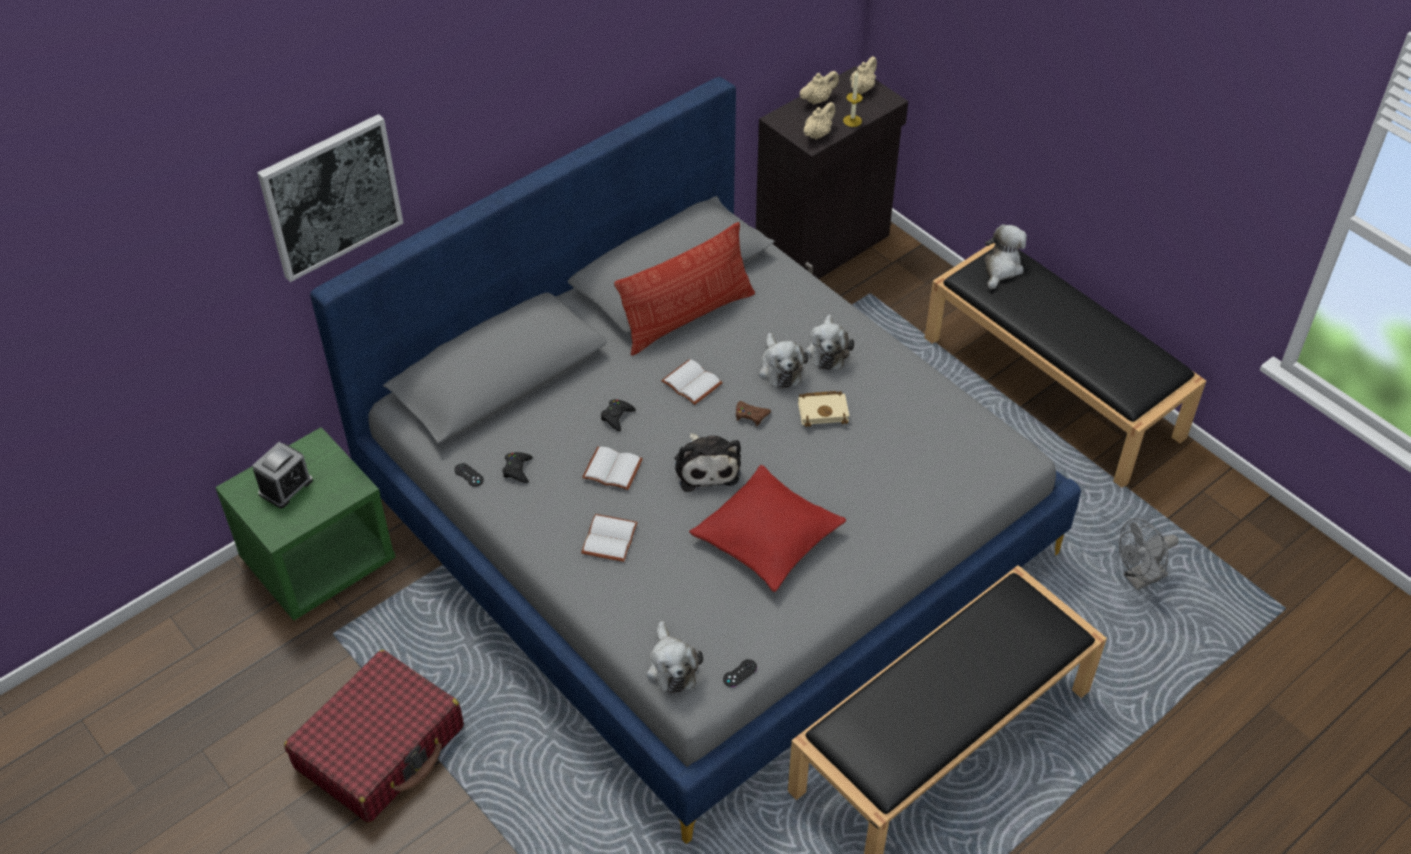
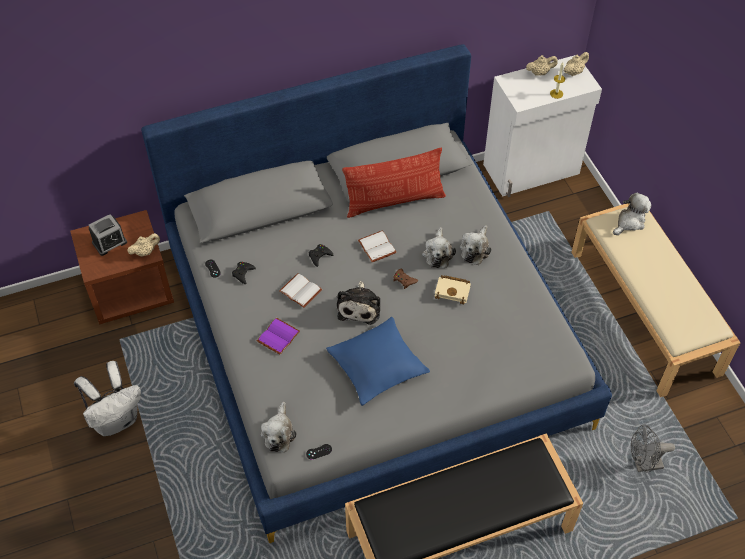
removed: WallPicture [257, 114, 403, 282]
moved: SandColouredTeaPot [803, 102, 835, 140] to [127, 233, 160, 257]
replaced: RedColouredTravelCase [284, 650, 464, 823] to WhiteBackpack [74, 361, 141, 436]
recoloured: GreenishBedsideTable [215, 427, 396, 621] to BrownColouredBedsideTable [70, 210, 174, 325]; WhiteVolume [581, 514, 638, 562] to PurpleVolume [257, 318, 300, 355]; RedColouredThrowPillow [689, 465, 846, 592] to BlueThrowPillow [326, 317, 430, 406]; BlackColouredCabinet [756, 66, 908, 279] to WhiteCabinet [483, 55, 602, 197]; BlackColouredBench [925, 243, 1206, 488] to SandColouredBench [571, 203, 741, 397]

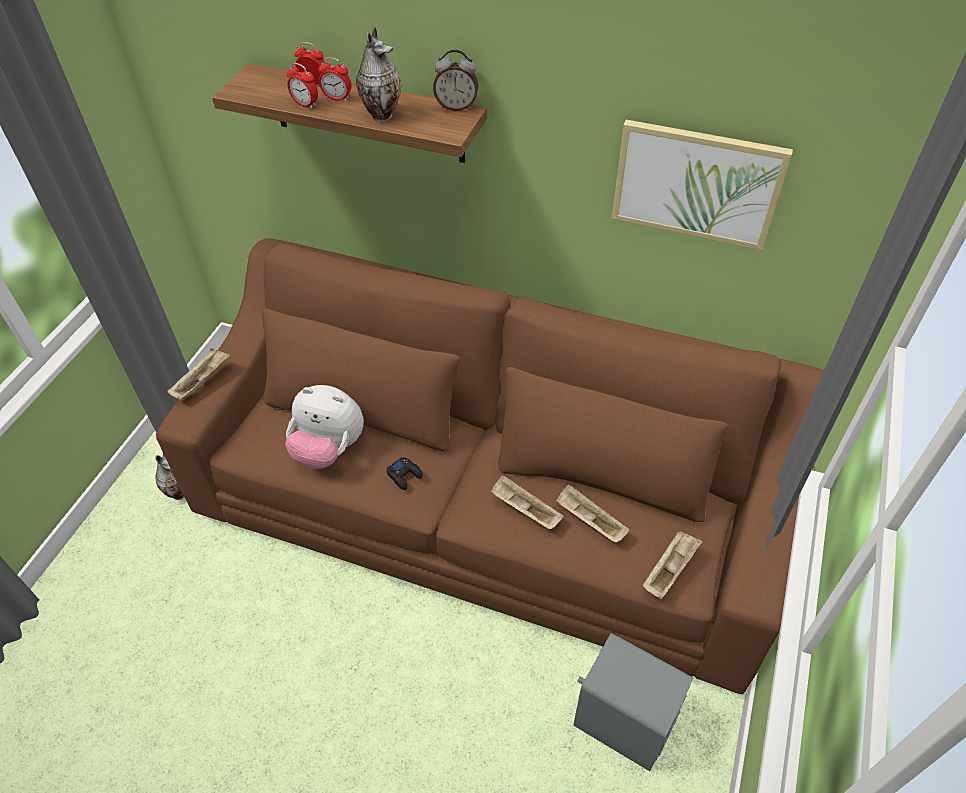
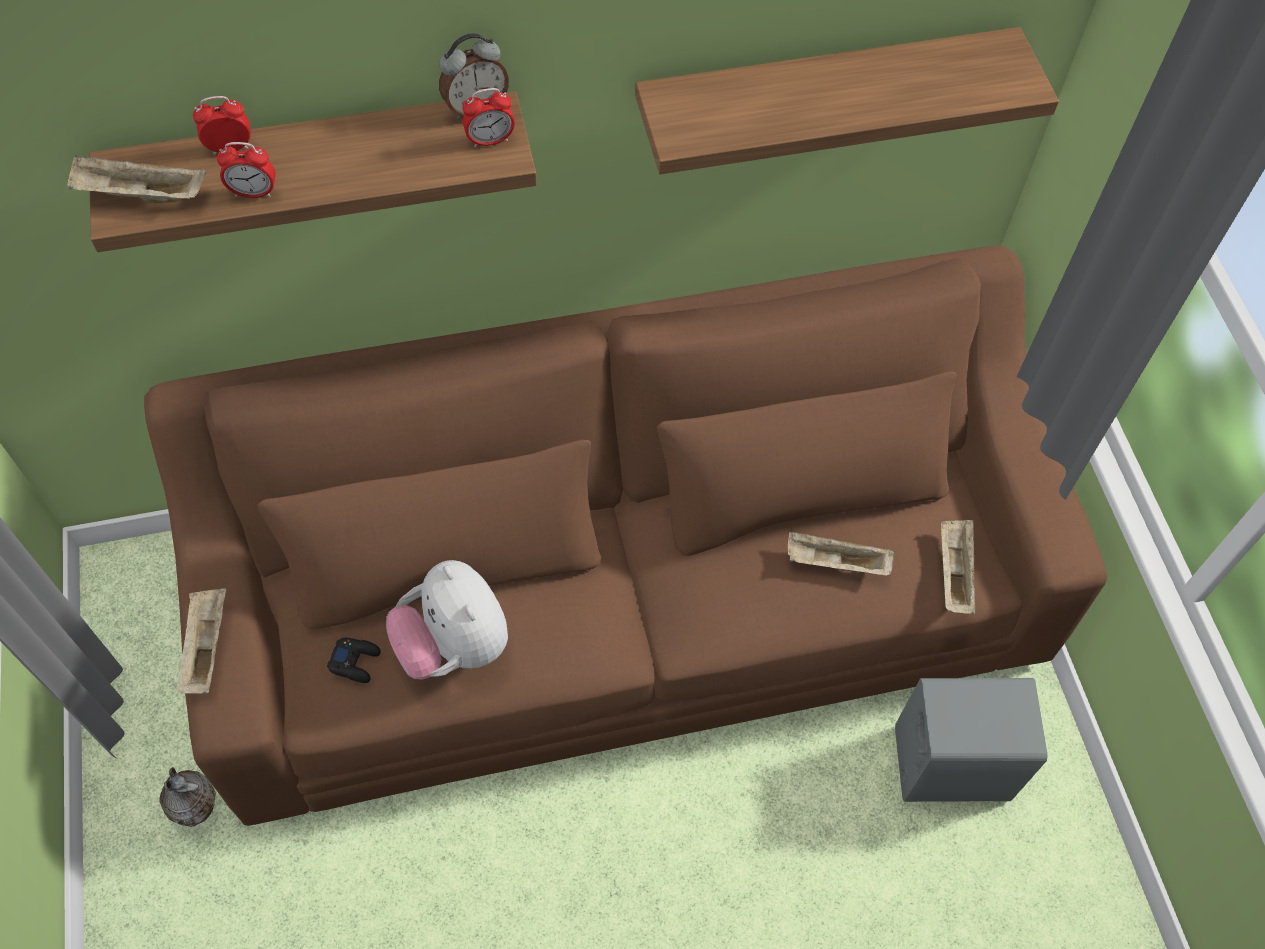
removed: FlowerVase [356, 27, 401, 122]
moved: BedsideClock [318, 57, 352, 102] to [462, 88, 515, 148]; BlackColouredGameController [387, 457, 423, 490] to [327, 638, 381, 683]; SandColouredServingTray [491, 475, 564, 529] to [67, 155, 206, 203]
replaced: WallPicture [612, 120, 793, 250] to BracketShelf [635, 27, 1059, 174]
turned: CuddlyToy [285, 385, 364, 469] = [386, 560, 508, 679] 75 degrees clockwise

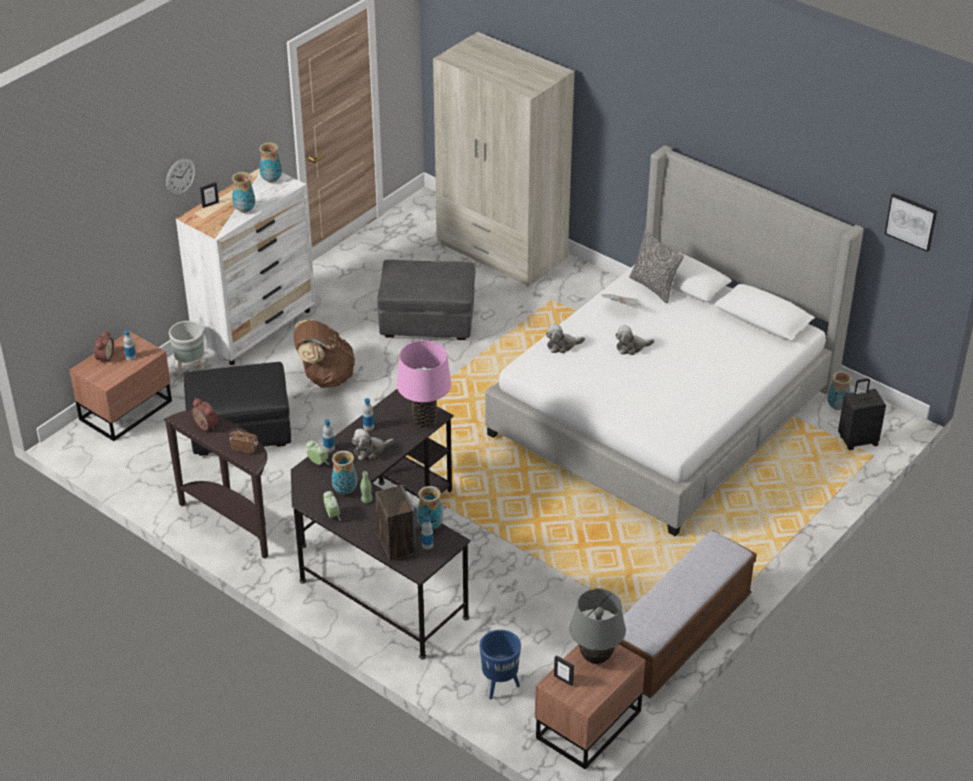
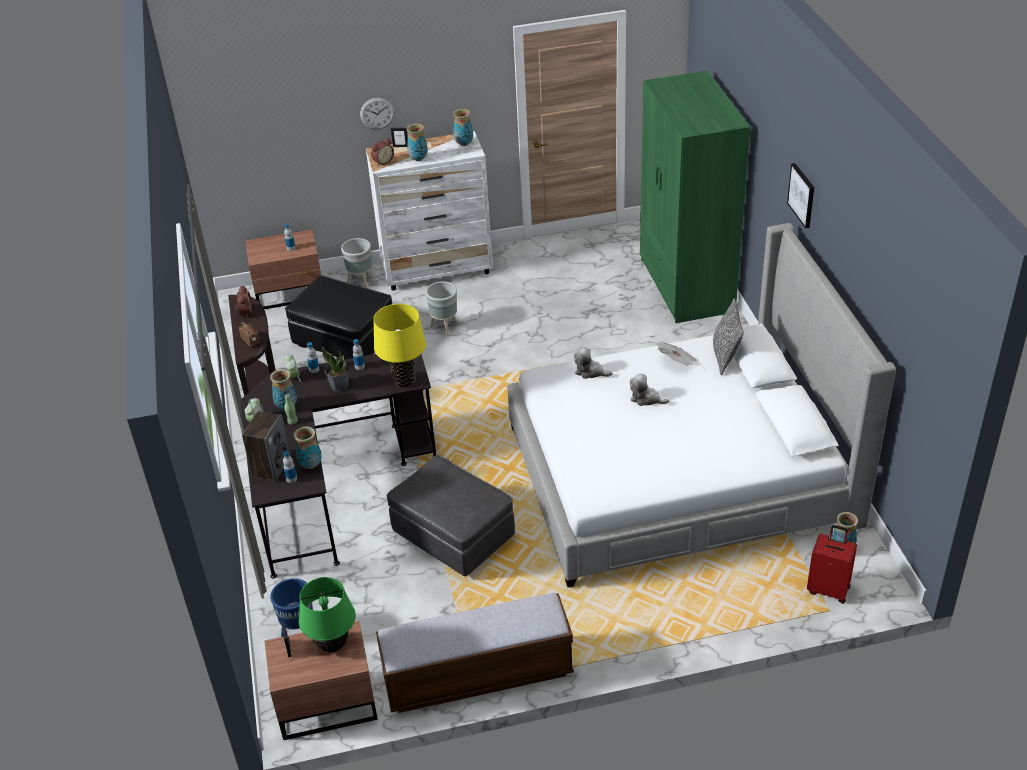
moved: BedsideClock [94, 330, 114, 364] to [371, 138, 394, 166]; GreyOttoman [377, 260, 475, 340] to [387, 455, 515, 576]; WallPicture [885, 193, 937, 252] to [787, 163, 814, 228]
replaced: BrownColouredBackpack [293, 320, 355, 388] to GreyPlanter [426, 281, 457, 336]; CuddlyToy [352, 429, 394, 460] to PlantInAPot [322, 347, 349, 392]
recoloured: PinkLampForATable [397, 340, 451, 428] to YellowishLampForATable [374, 304, 426, 388]; SandColouredArmoire [433, 32, 575, 287] to GreenishArmoire [640, 71, 750, 323]; GreyLampForATable [570, 588, 626, 664] to GreenishLampForATable [299, 577, 356, 652]; BlackColouredTravelCase [838, 378, 886, 450] to RedColouredTravelCase [807, 525, 857, 604]

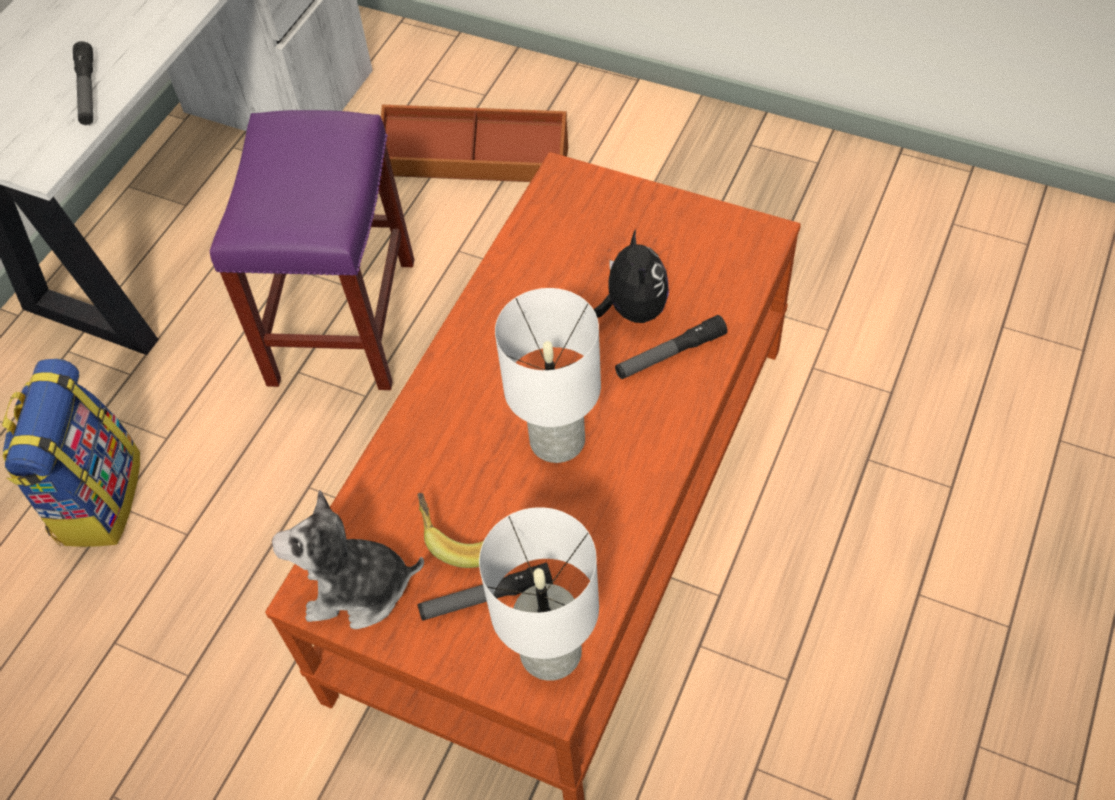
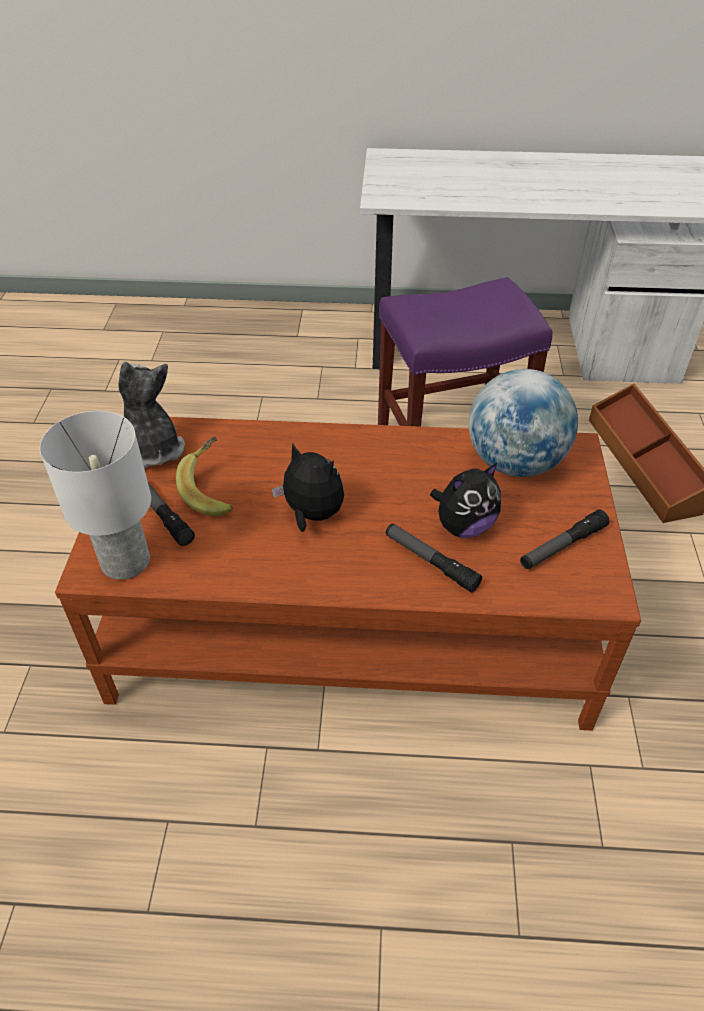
removed: Backpack [2, 359, 140, 547]
added: Globe [469, 369, 578, 477]
moved: Flashlight [73, 41, 93, 125] to [520, 509, 609, 569]
replaced: WhiteLampForATable [495, 288, 601, 463] to CuddlyToy [272, 443, 344, 532]

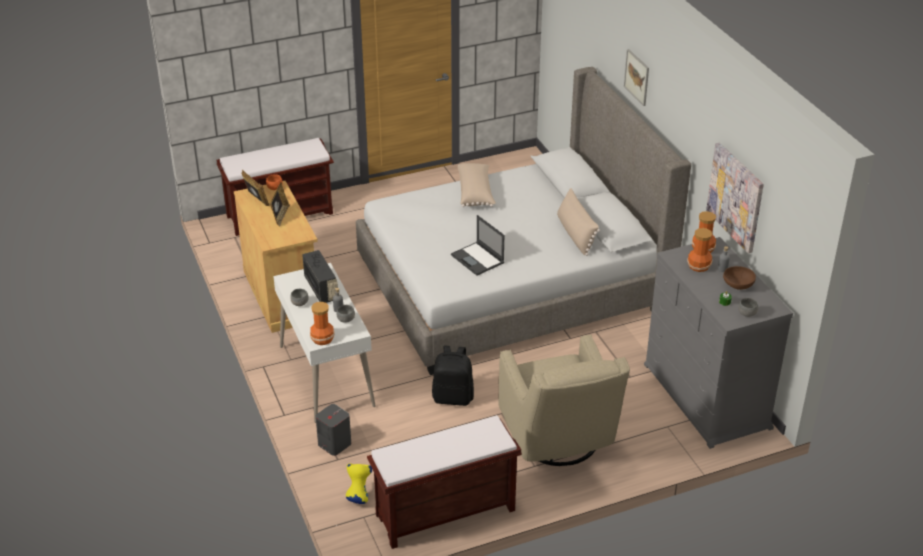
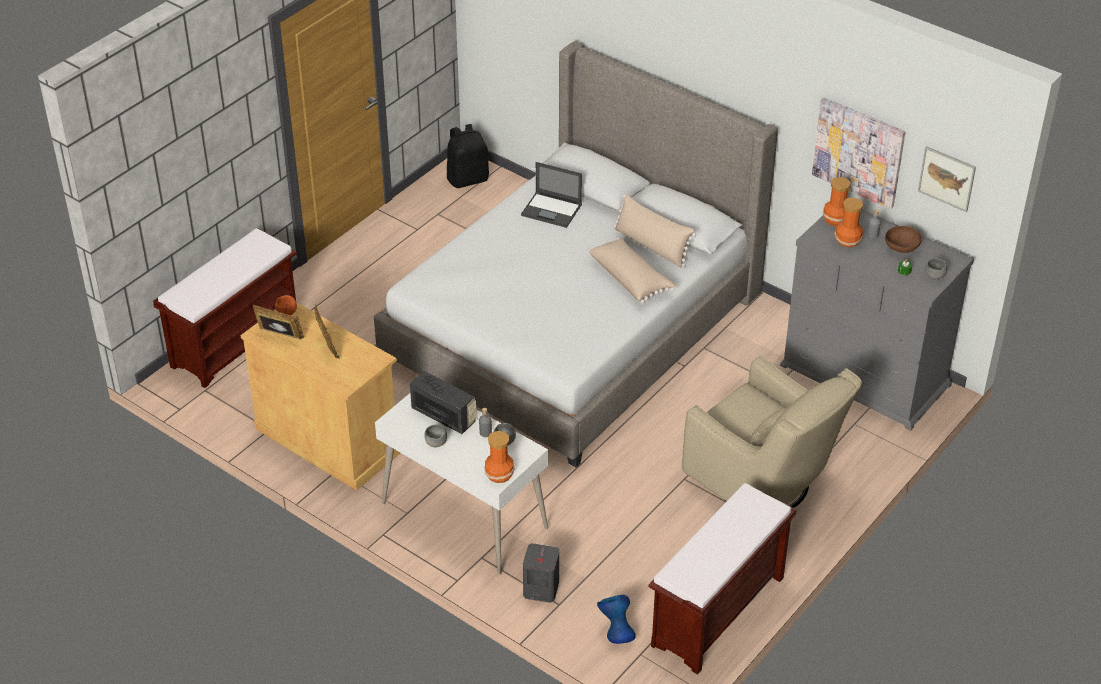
moved: BlackColouredBackpack [432, 346, 474, 406] to [447, 124, 489, 188]; NotebookComputer [451, 215, 504, 276] to [521, 162, 582, 228]; SandColouredThrowPillow [457, 163, 496, 207] to [588, 238, 676, 303]; WallPicture [624, 49, 649, 106] to [918, 146, 976, 212]
recoloured: YellowishFlowerVase [346, 463, 372, 504] to BlueFlowerVase [597, 595, 636, 644]

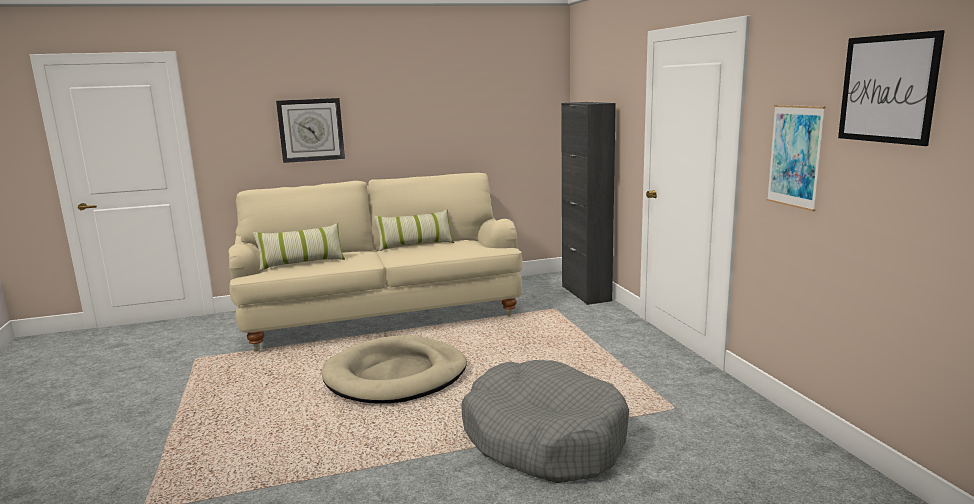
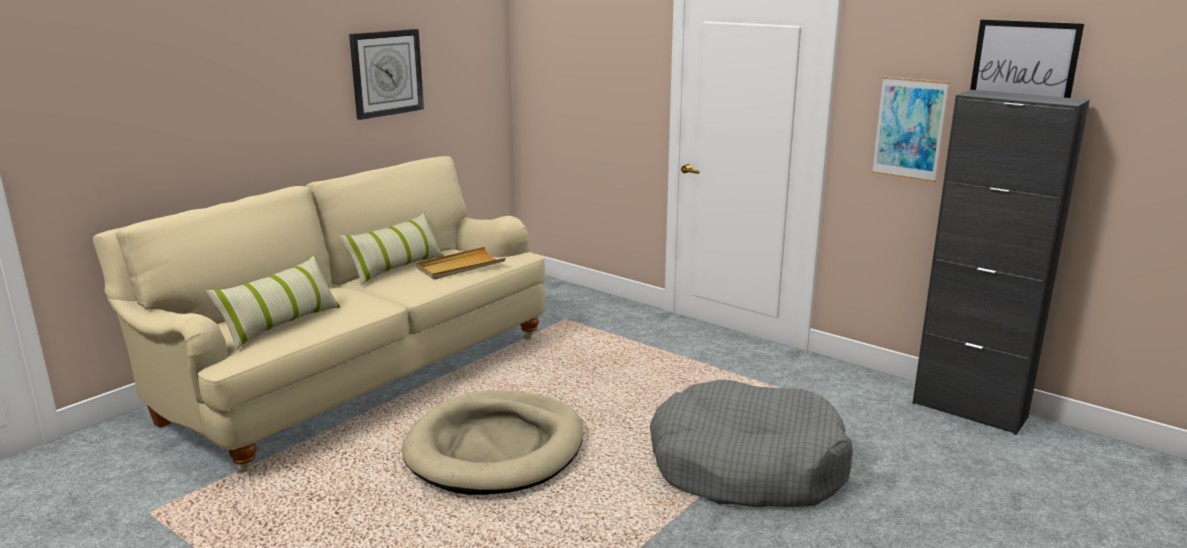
added: SandColouredServingTray [416, 247, 506, 280]
moved: ClockOnTheWall [276, 98, 345, 163] to [349, 29, 424, 120]; BlackColouredCabinet [561, 102, 616, 305] to [912, 90, 1090, 435]

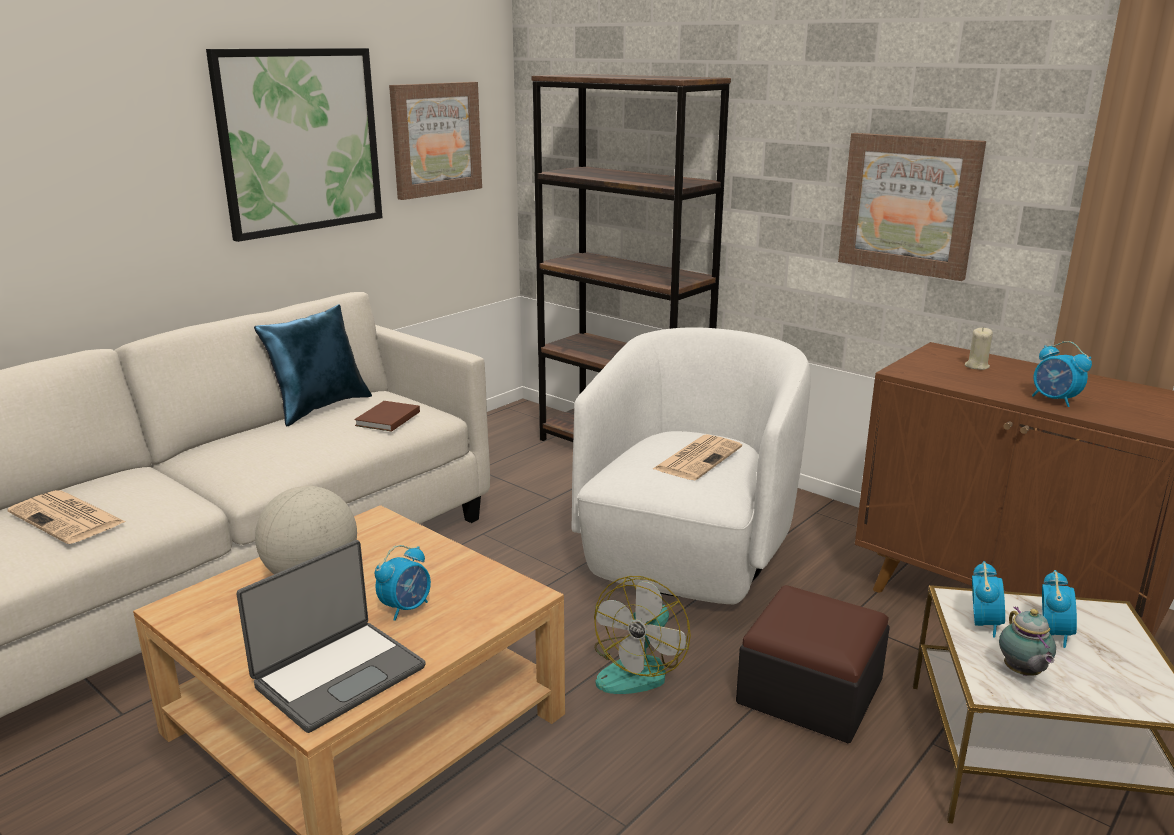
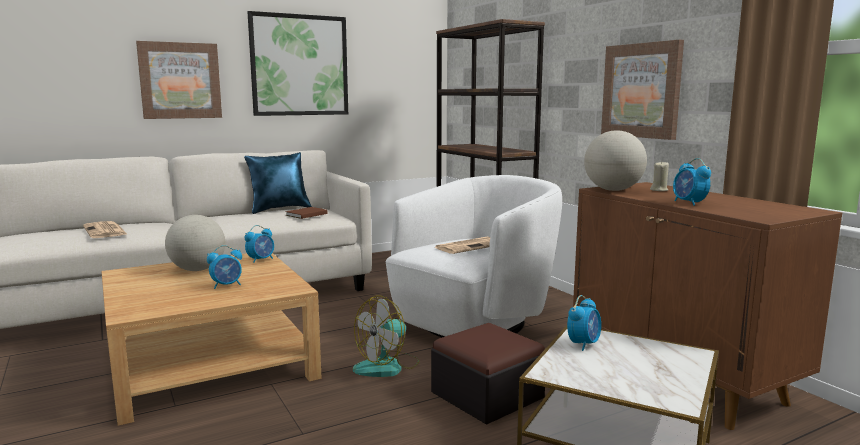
removed: NotebookComputer [236, 540, 426, 733]; TeaPot [999, 606, 1056, 676]
added: Globe [584, 130, 647, 191]
moved: WallPicture [389, 82, 482, 200] to [136, 41, 222, 119]; BedsideClock [1042, 570, 1077, 648] to [245, 225, 274, 263]

